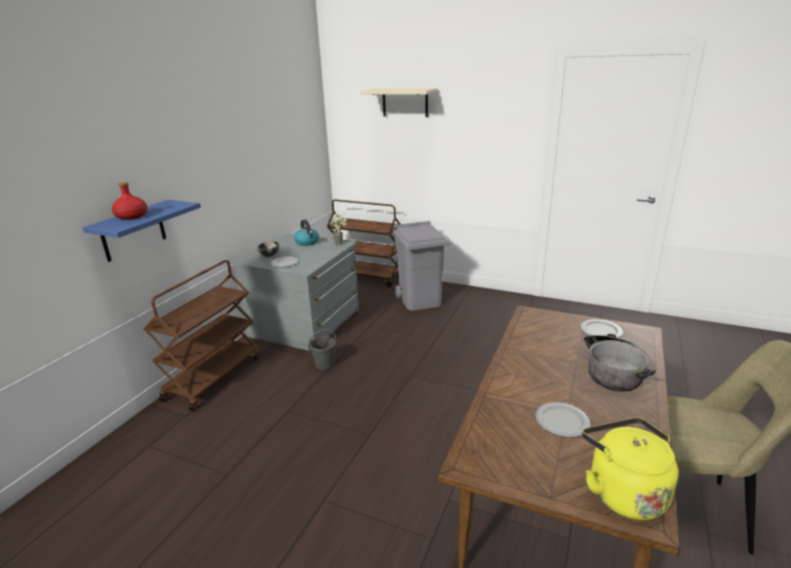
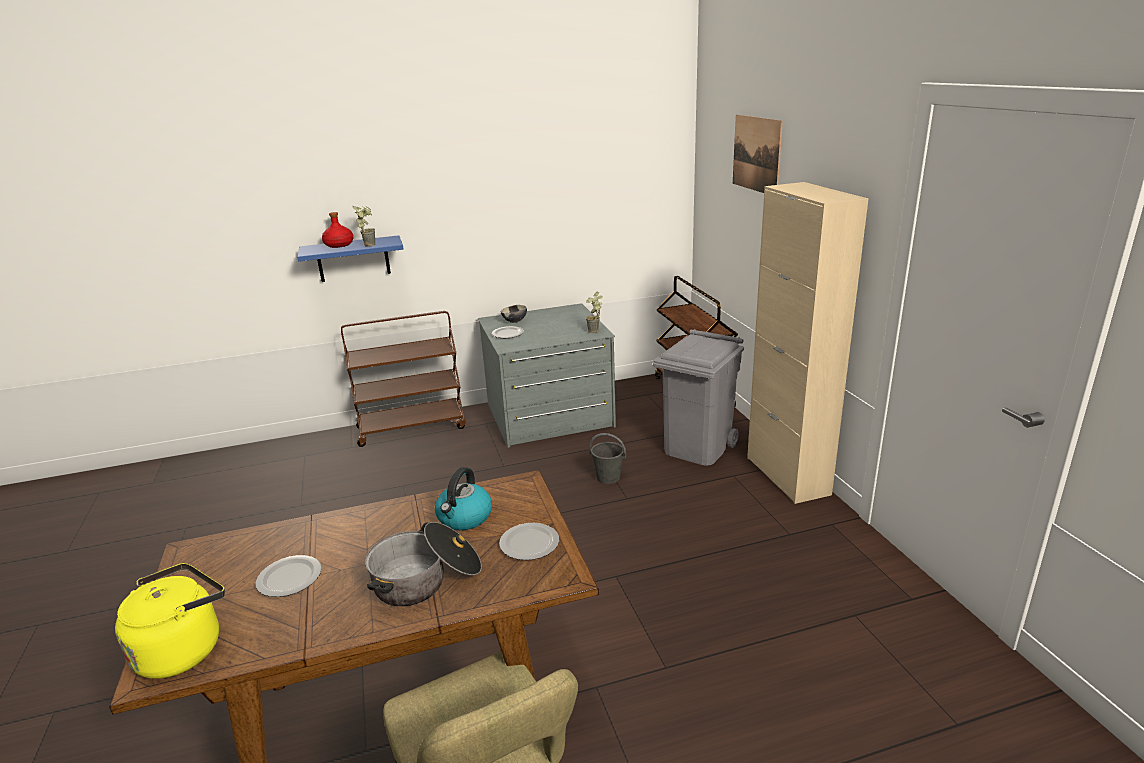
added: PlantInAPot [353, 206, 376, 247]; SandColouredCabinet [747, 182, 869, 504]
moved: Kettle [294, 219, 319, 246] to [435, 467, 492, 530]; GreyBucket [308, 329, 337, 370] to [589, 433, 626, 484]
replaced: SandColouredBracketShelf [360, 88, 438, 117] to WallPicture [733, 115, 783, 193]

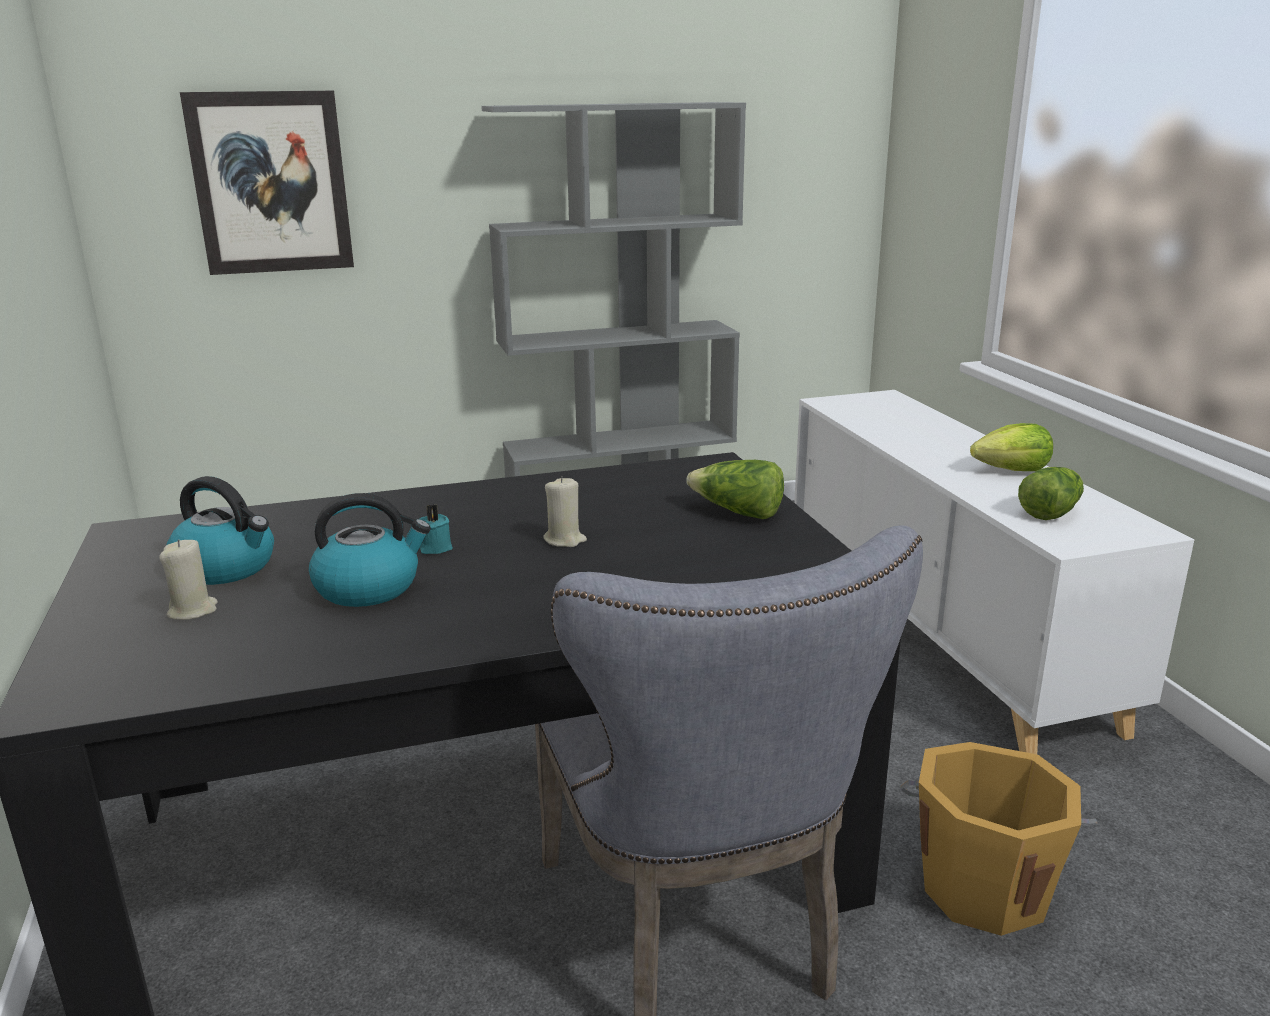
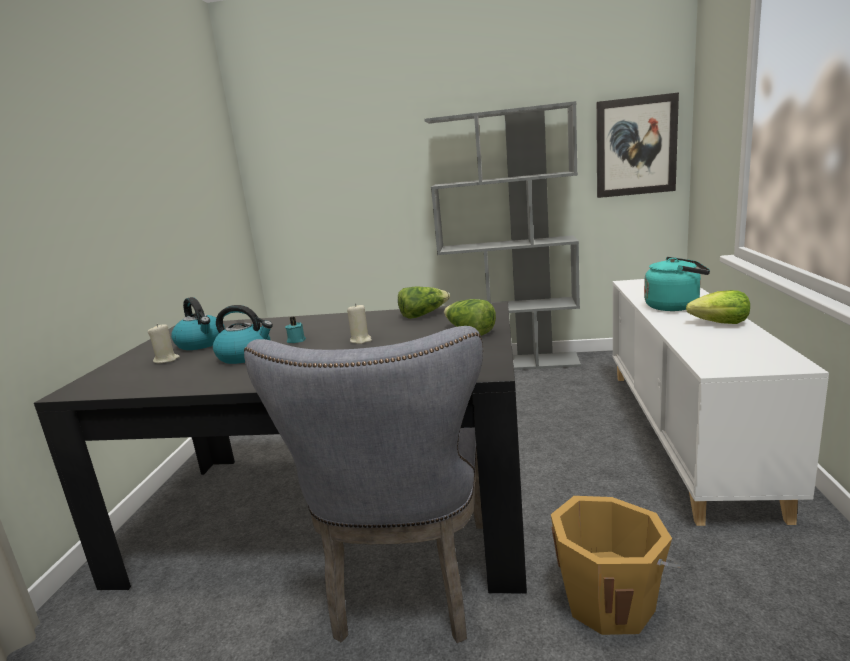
added: TurquoiseColouredKettle [644, 257, 710, 311]
moved: WallPicture [180, 91, 354, 275] to [596, 92, 679, 198]; LettuceHead [1018, 467, 1084, 520] to [398, 287, 450, 319]

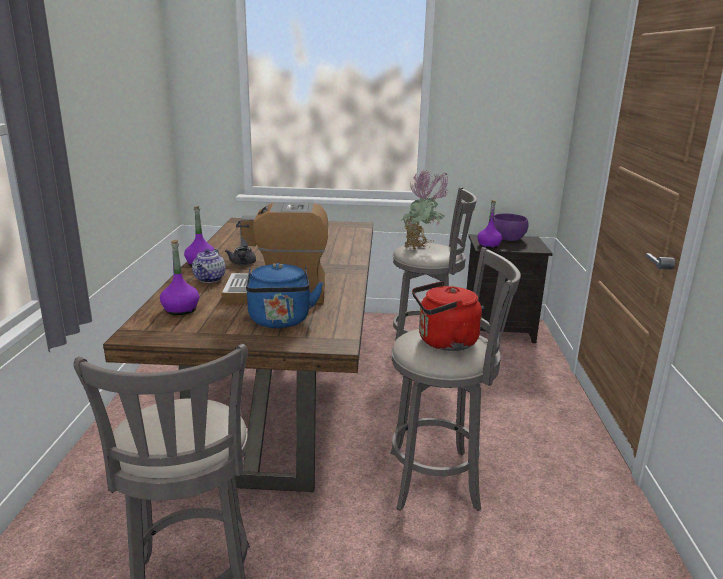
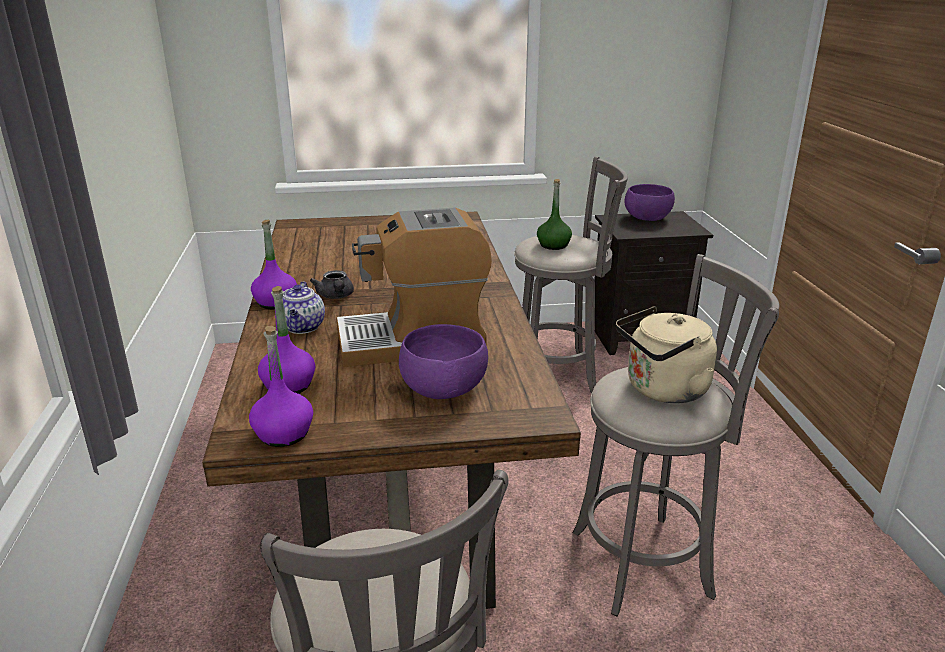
moved: PurpleDrinkBottle [477, 200, 502, 248] to [249, 326, 313, 447]
replaced: BlueKettle [246, 263, 323, 328] to PurpleDeepDish [399, 324, 488, 399]; PlantInAPot [401, 170, 448, 250] to GreenishDrinkBottle [537, 179, 572, 250]
recoloured: RedColouredKettle [412, 281, 482, 351] to SandColouredKettle [616, 306, 717, 403]

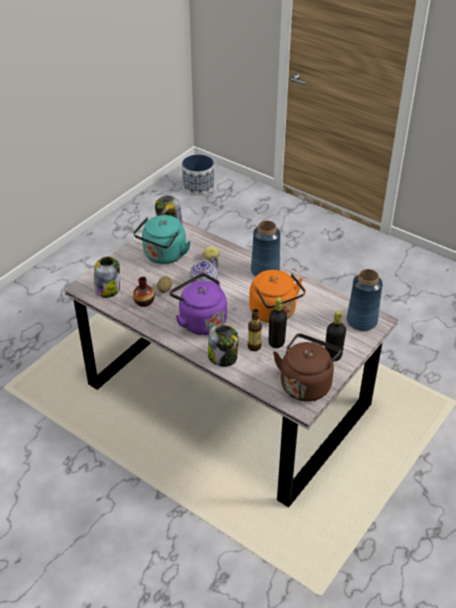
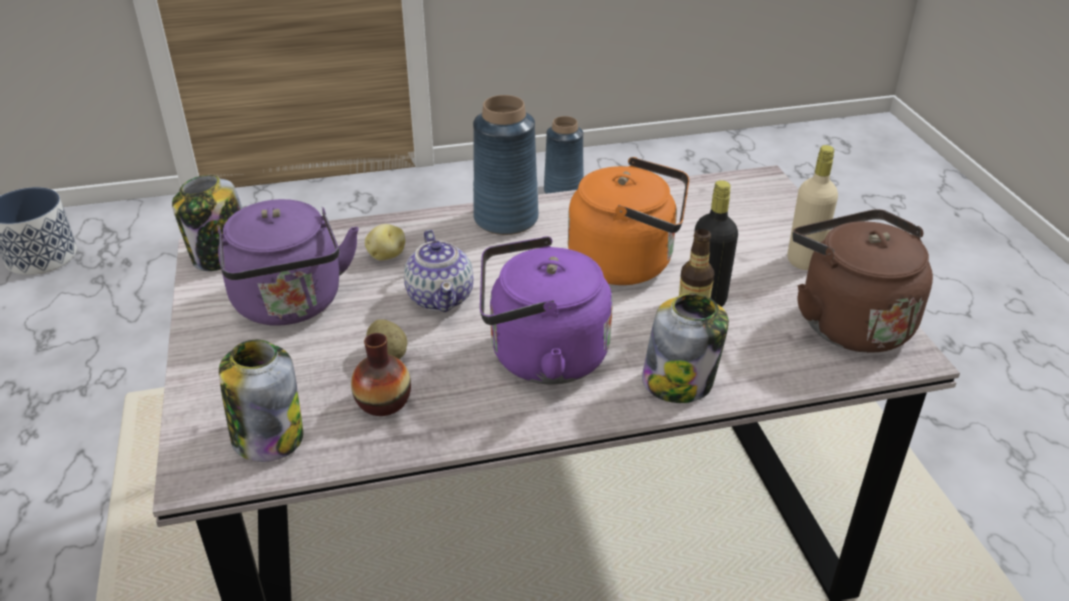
moved: BlueFlowerVase [346, 269, 383, 331] to [544, 116, 584, 194]
recoloured: TurquoiseColouredKettle [133, 215, 191, 264] to PurpleKettle [217, 199, 359, 325]; BlackColouredDrinkBottle [325, 311, 346, 362] to SandColouredDrinkBottle [788, 145, 838, 270]

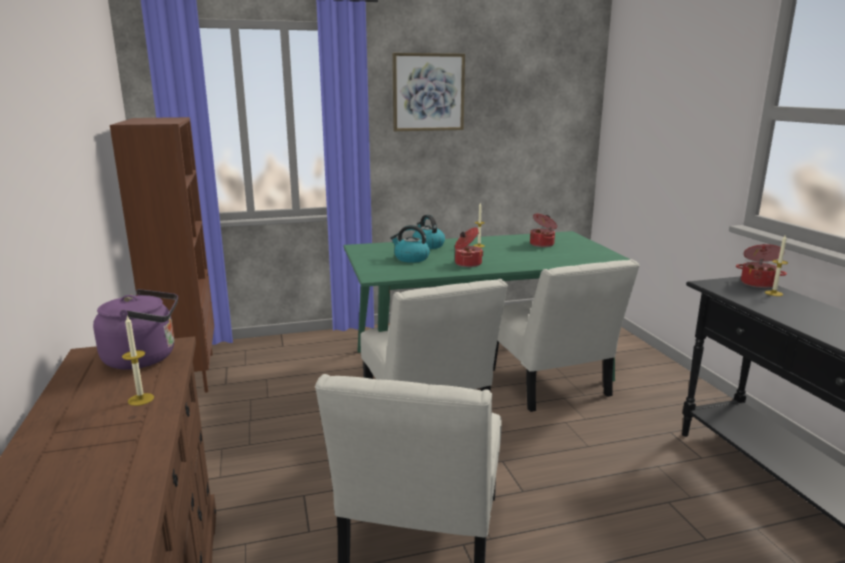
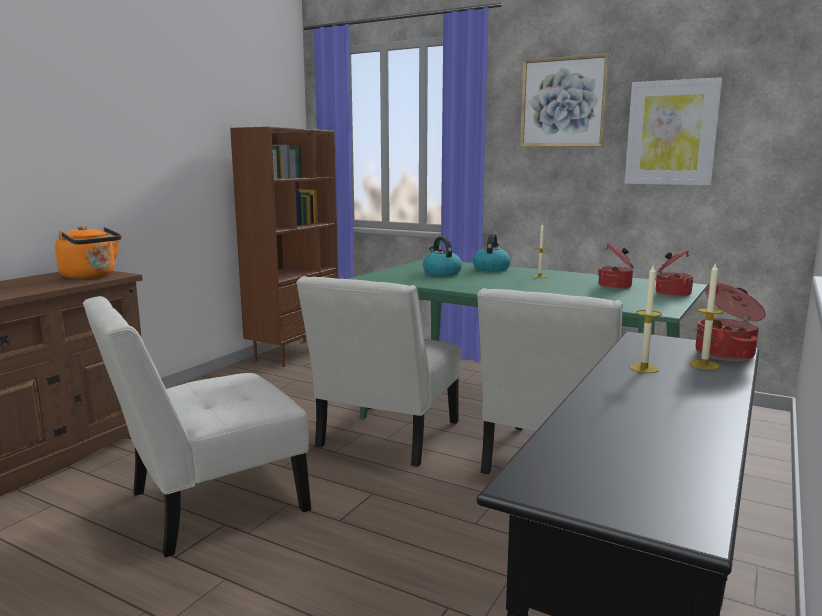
added: WallPicture [625, 77, 722, 185]
moved: Candle [122, 316, 154, 406] to [629, 266, 662, 373]; Stockpot [455, 227, 483, 267] to [656, 249, 693, 297]
recoloured: PurpleKettle [93, 289, 178, 369] to OrangeyKettle [55, 226, 122, 279]

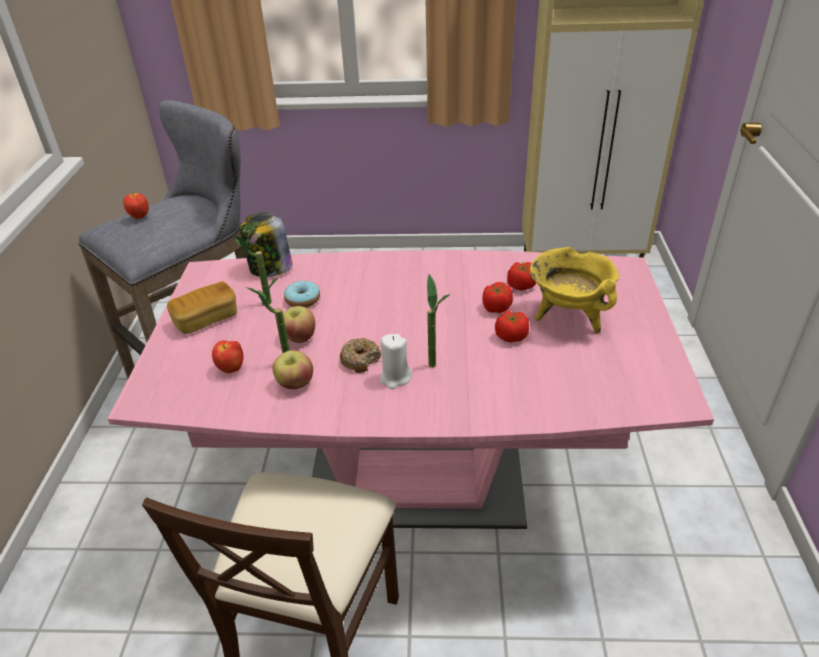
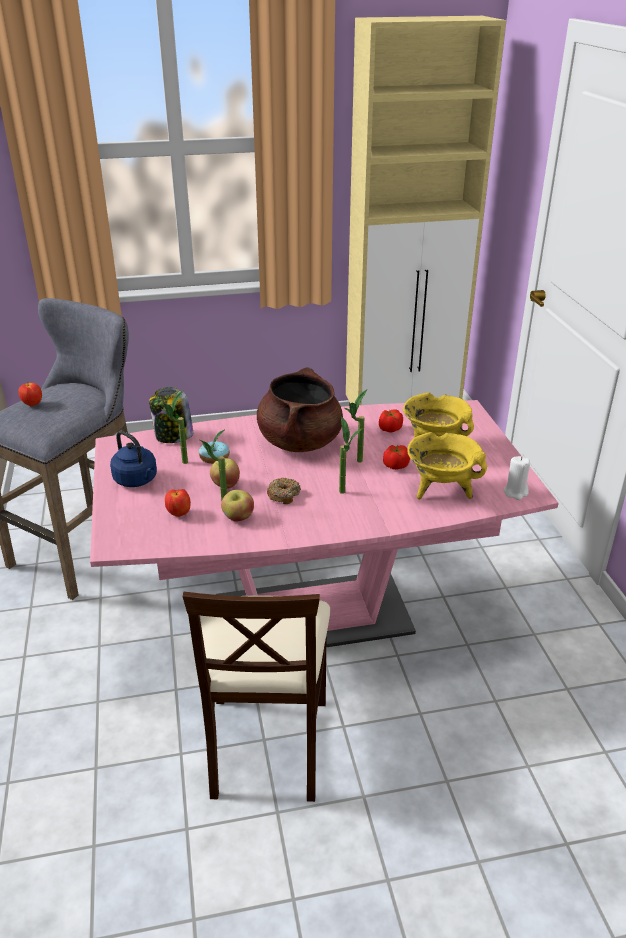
removed: FreshTomato [483, 282, 513, 313]
added: BrownColouredStockpot [257, 367, 343, 452]; PlantInAPot [344, 390, 367, 463]; YellowishStockpot [407, 432, 487, 499]
moved: WhiteCandle [380, 334, 412, 389] to [504, 456, 530, 500]
replaced: BakedBread [167, 281, 237, 334] to BlueKettle [110, 431, 157, 487]

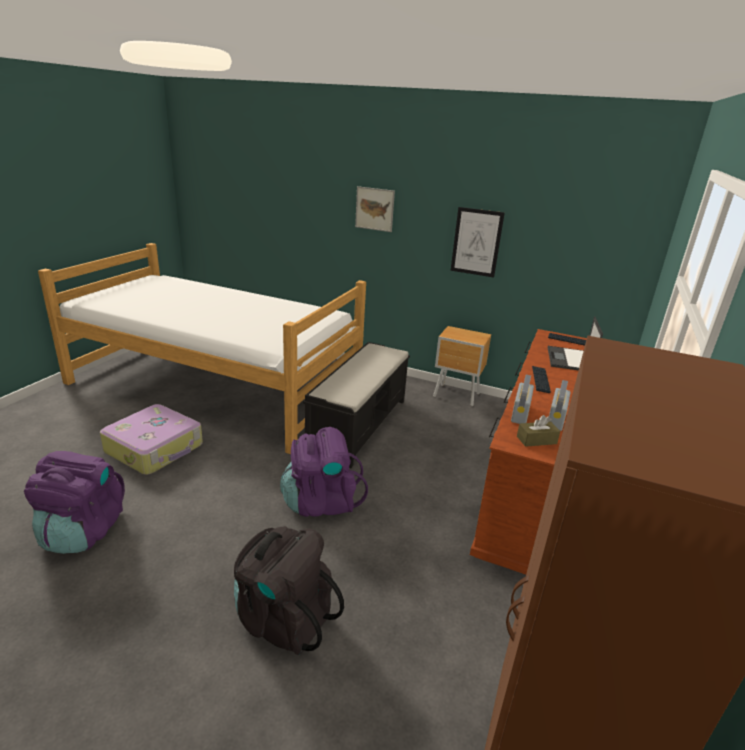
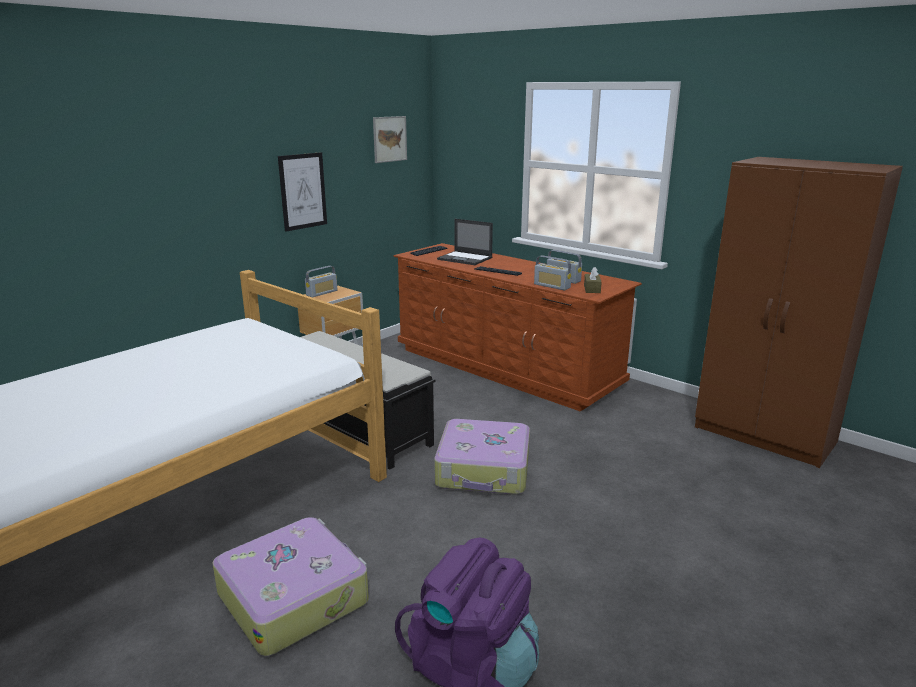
removed: BlackColouredBackpack [234, 526, 344, 655]
added: Radio [305, 266, 338, 297]
moved: WallPicture [355, 186, 395, 232] to [373, 116, 407, 163]
replaced: PurpleBackpack [280, 427, 368, 517] to TravelCase [434, 419, 530, 494]

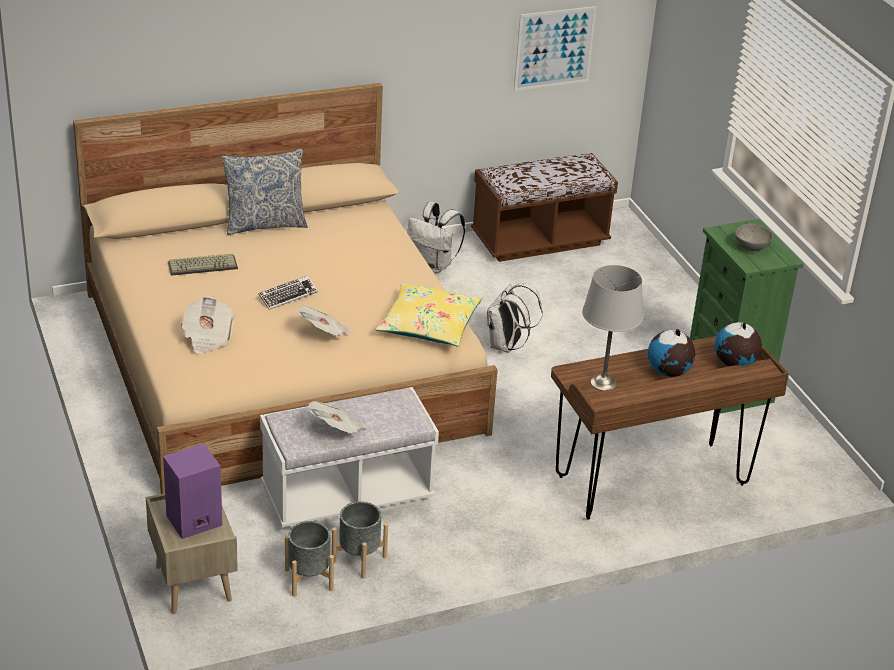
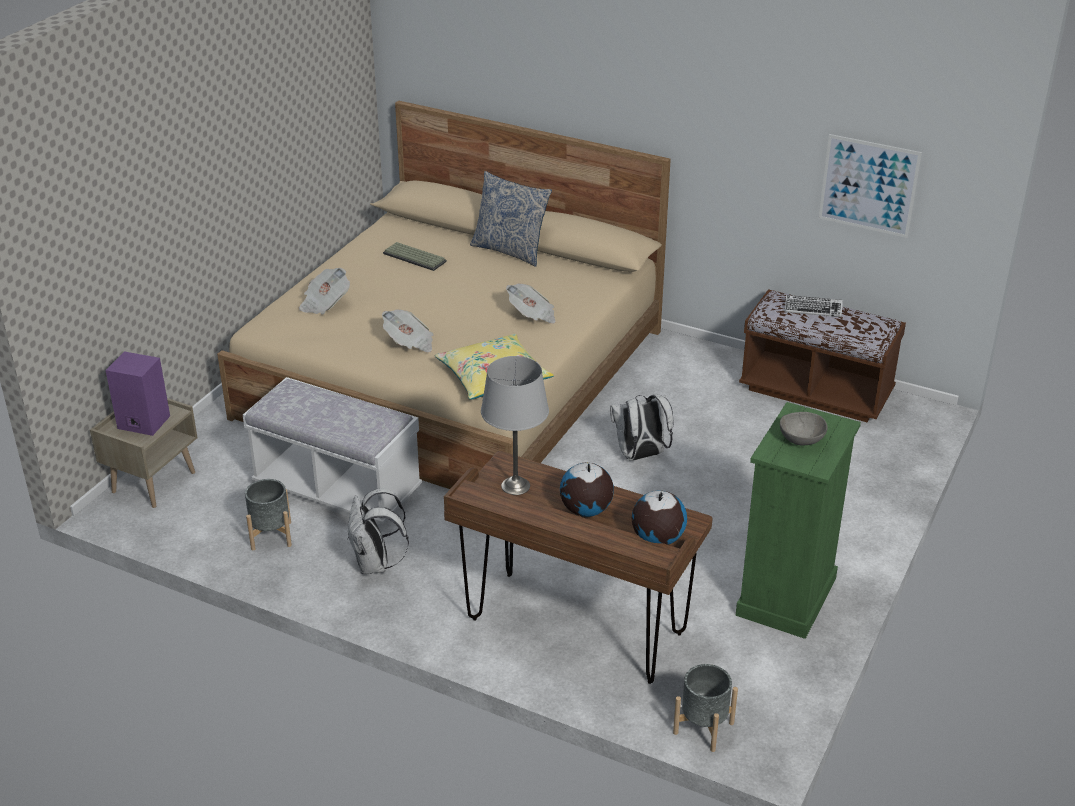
moved: ComputerKeyboard [258, 275, 318, 310] to [785, 295, 843, 317]; GreyPlanter [285, 521, 334, 597] to [673, 664, 738, 752]; Newspaper [308, 401, 367, 434] to [506, 284, 555, 324]; WhiteBackpack [407, 202, 465, 273] to [348, 488, 409, 574]

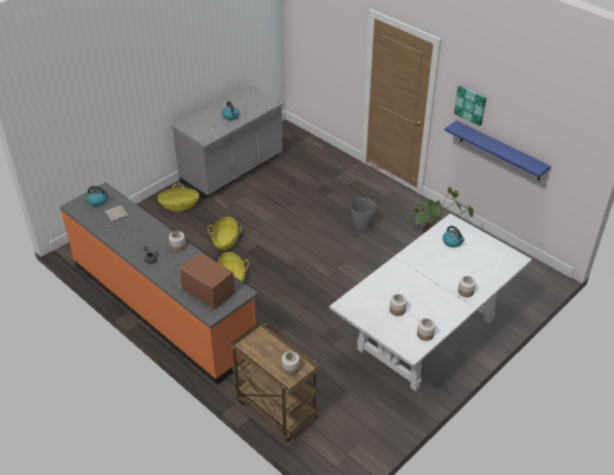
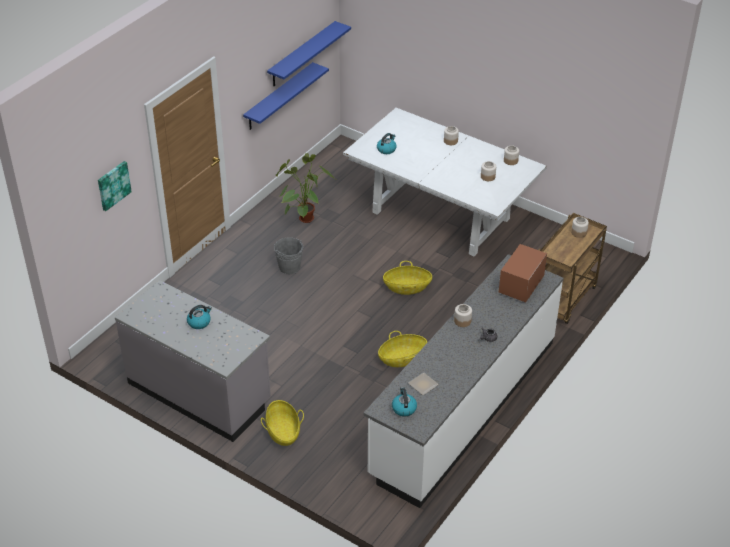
added: BlueBracketShelf [267, 21, 351, 86]
moved: StorageBasket [208, 217, 242, 250] to [383, 261, 432, 295]; WallPicture [454, 85, 486, 126] to [98, 161, 132, 211]
recoloured: OrangeyKitchenCounter [60, 182, 258, 385] to WhiteKitchenCounter [364, 254, 564, 508]

